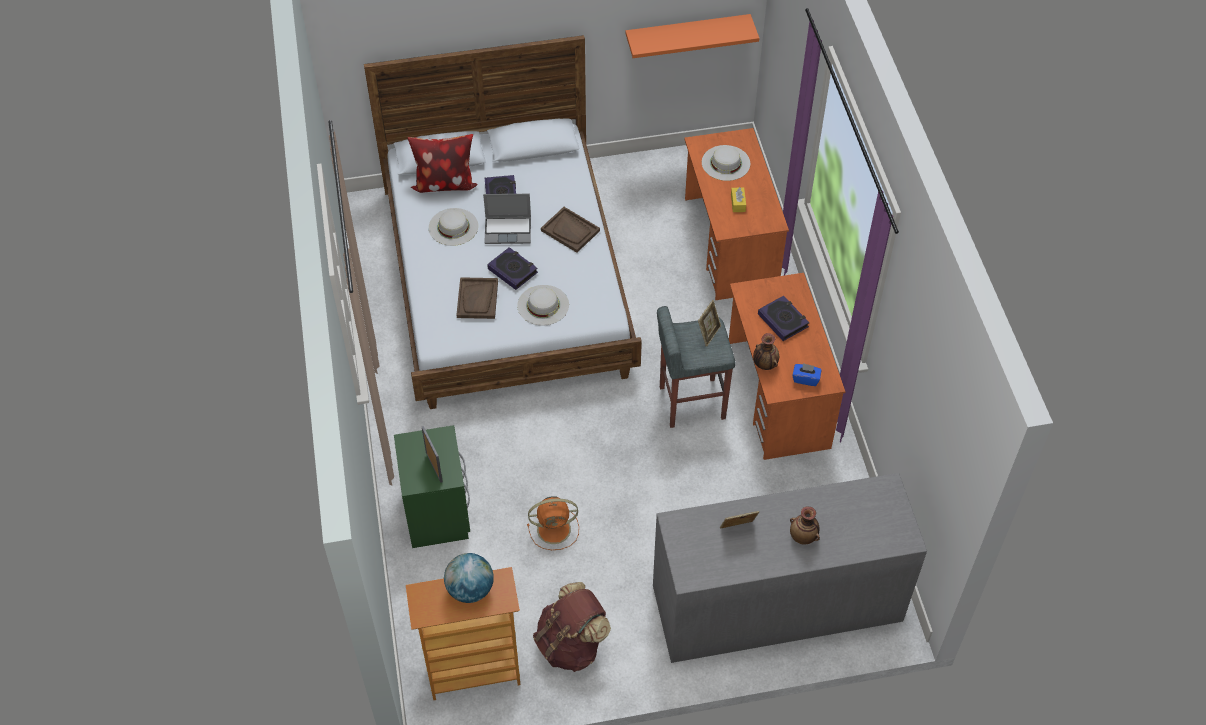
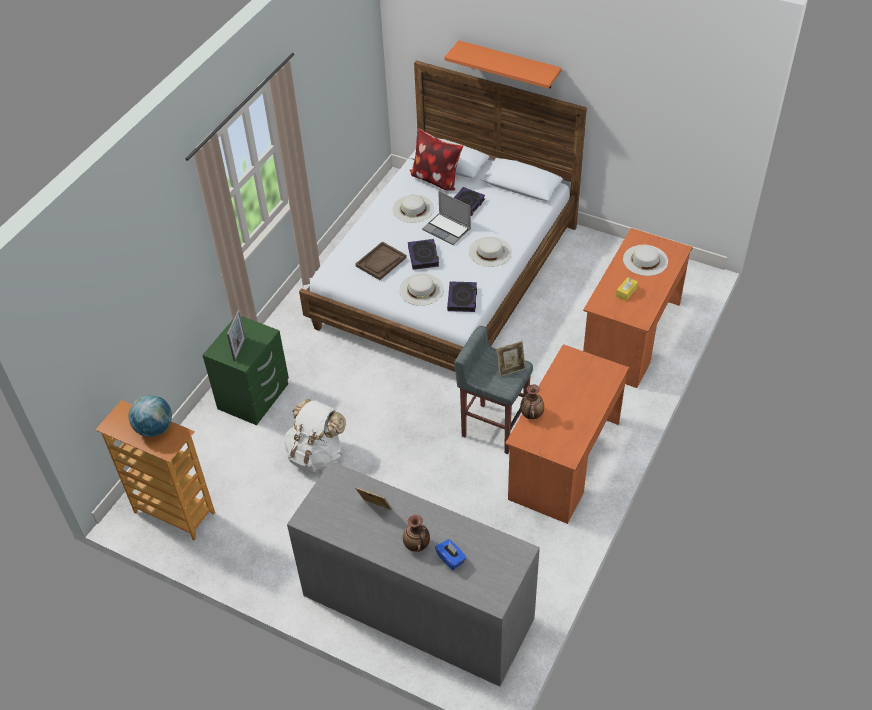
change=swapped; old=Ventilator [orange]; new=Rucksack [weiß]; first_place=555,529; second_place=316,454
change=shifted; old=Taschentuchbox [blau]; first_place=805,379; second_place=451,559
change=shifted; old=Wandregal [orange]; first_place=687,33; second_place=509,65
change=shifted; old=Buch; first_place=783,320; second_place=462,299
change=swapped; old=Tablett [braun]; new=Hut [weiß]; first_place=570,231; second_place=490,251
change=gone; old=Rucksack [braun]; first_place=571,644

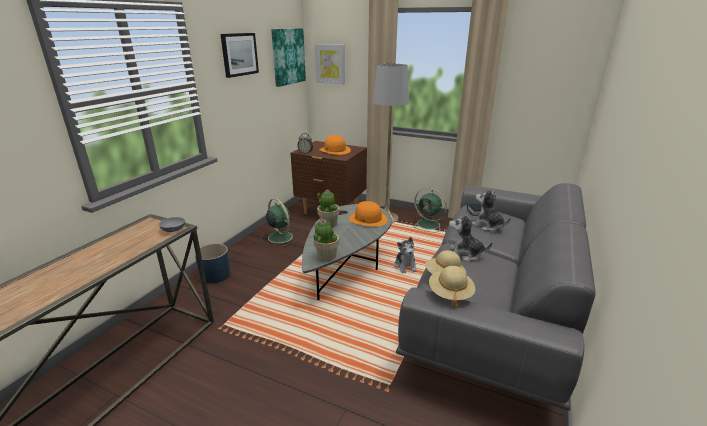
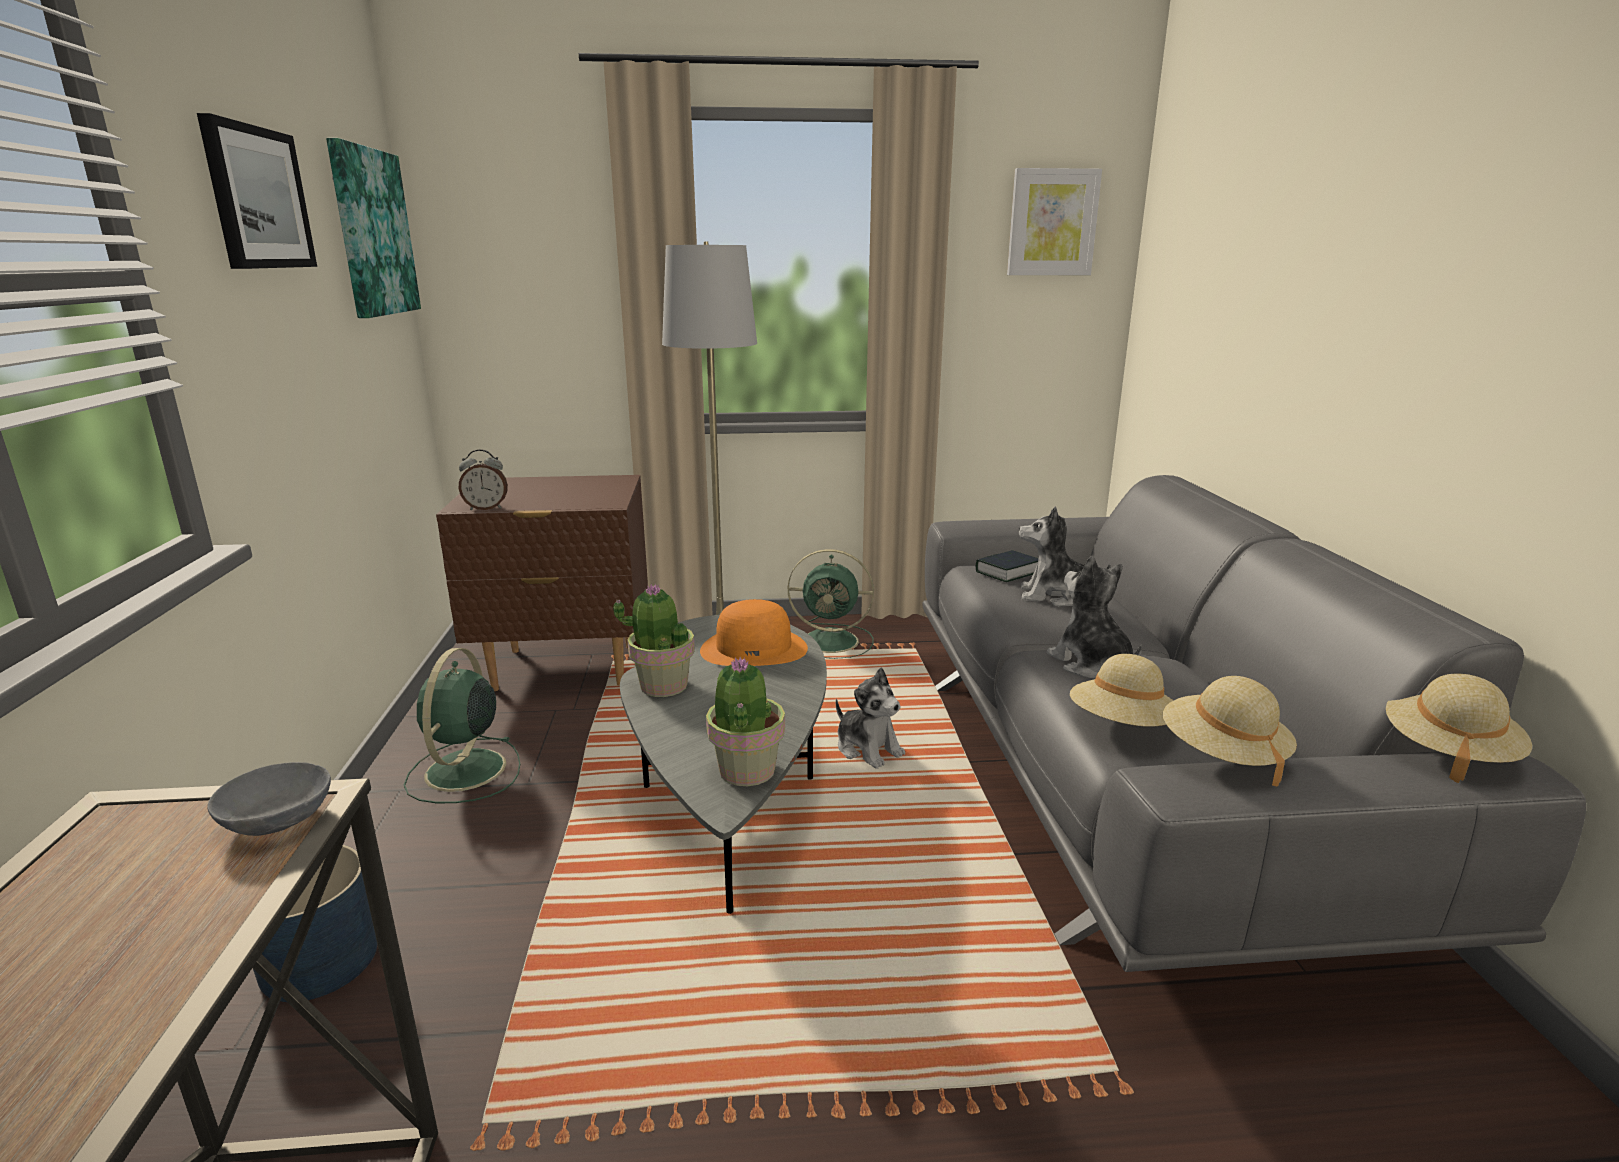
change=rotated; old=Ventilator [grün]; first_place=279,237; second_place=464,772; degrees=-105
change=shifted; old=Bild; first_place=330,64; second_place=1052,223
change=rotated; old=Plüschtier; first_place=465,254; second_place=1091,664; degrees=75
change=new; new=Hut [beige]; second_place=1447,752
change=gone; old=Hut [orange]; first_place=335,150

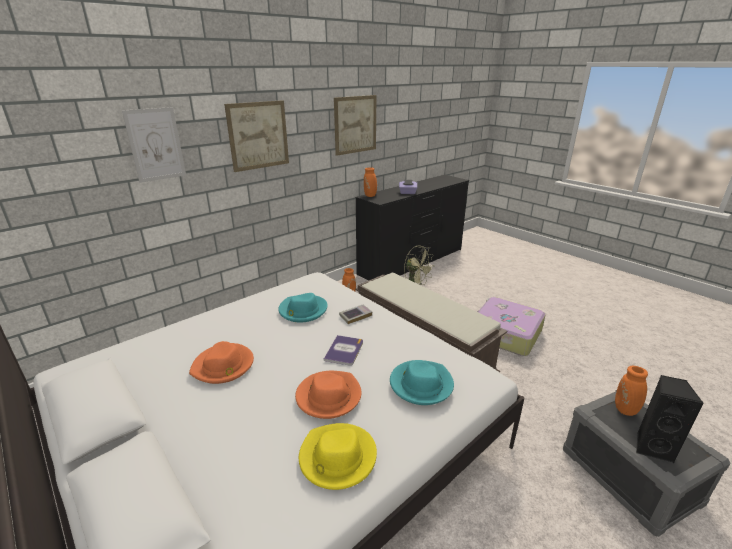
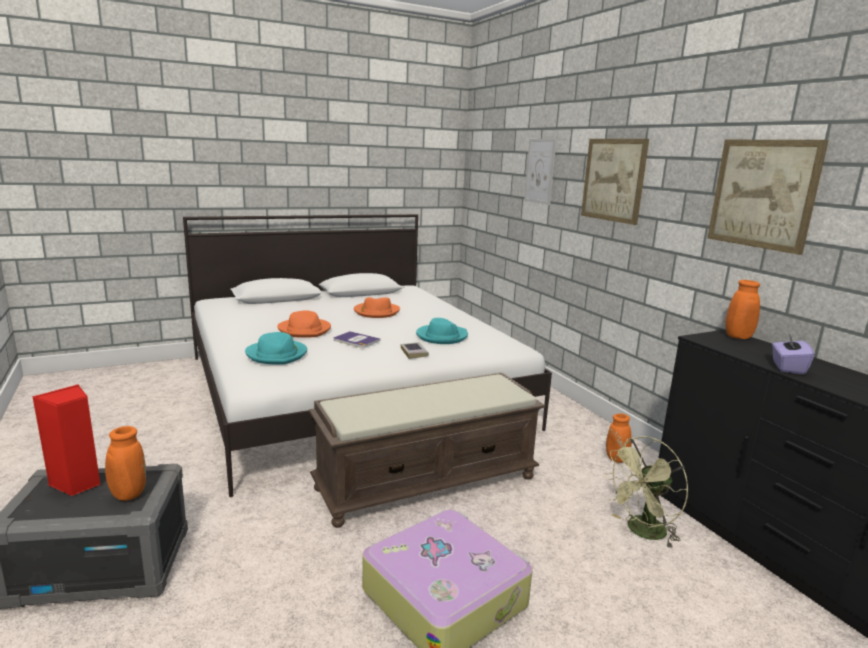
change=repainted; old=Lautsprecher [schwarz]; new=Lautsprecher [rot]; first_place=652,447; second_place=77,483
change=gone; old=Hut [gelb]; first_place=337,458

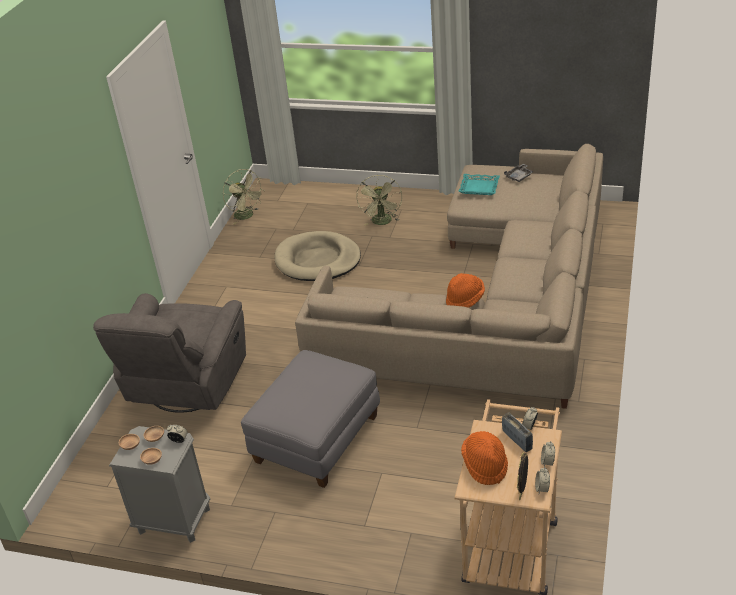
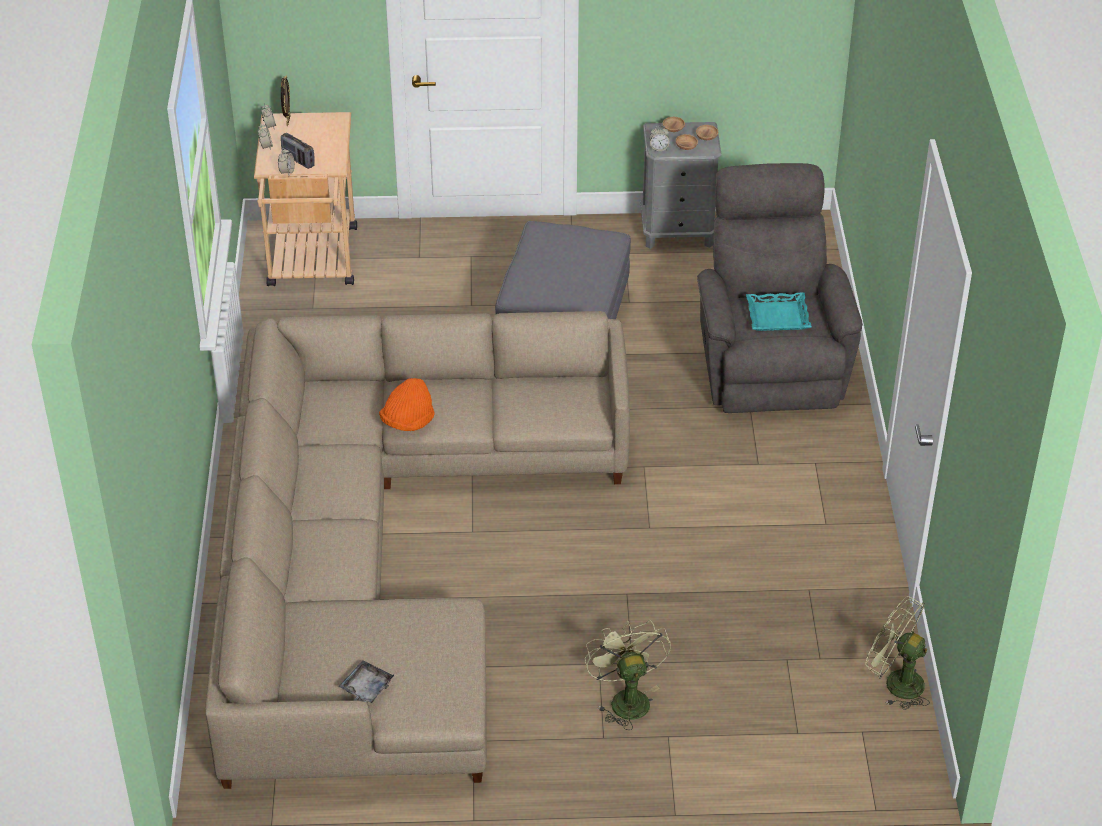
change=shifted; old=Tablett [türkis]; first_place=479,187; second_place=778,316
change=gone; old=Hundebett [beige]; first_place=317,260
change=gone; old=Hut [orange]; first_place=485,465

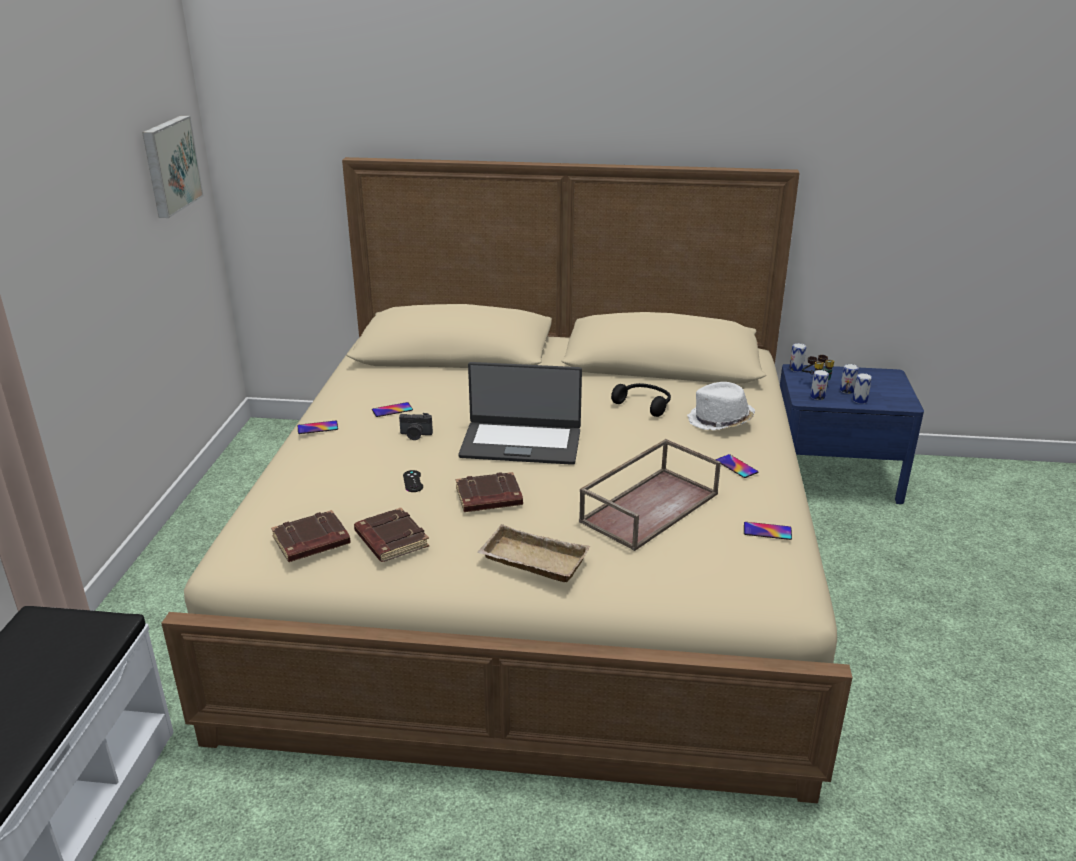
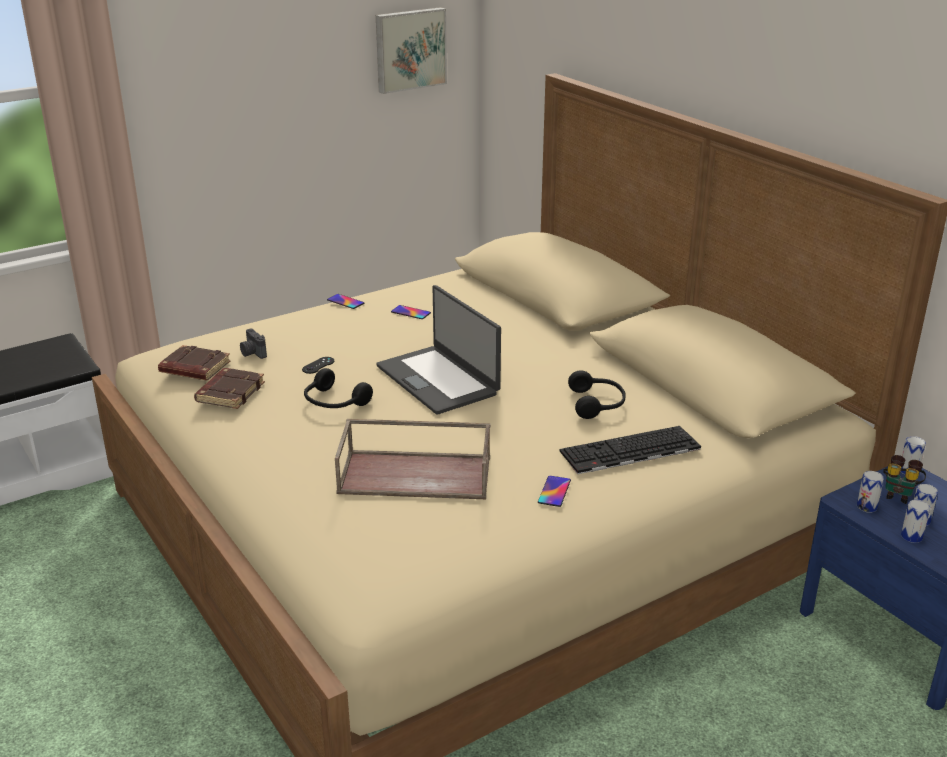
change=shifted; old=Kamera; first_place=415,435; second_place=252,353
change=swapped; old=Buch [braun]; new=Kopfhörer [schwarz]; first_place=488,498; second_place=334,402
change=swapped; old=Hut [weiß]; new=Tastatur; first_place=719,421; second_place=629,451
change=gone; old=Tablett [beige]; first_place=531,561
change=gone; old=Handy; first_place=767,531

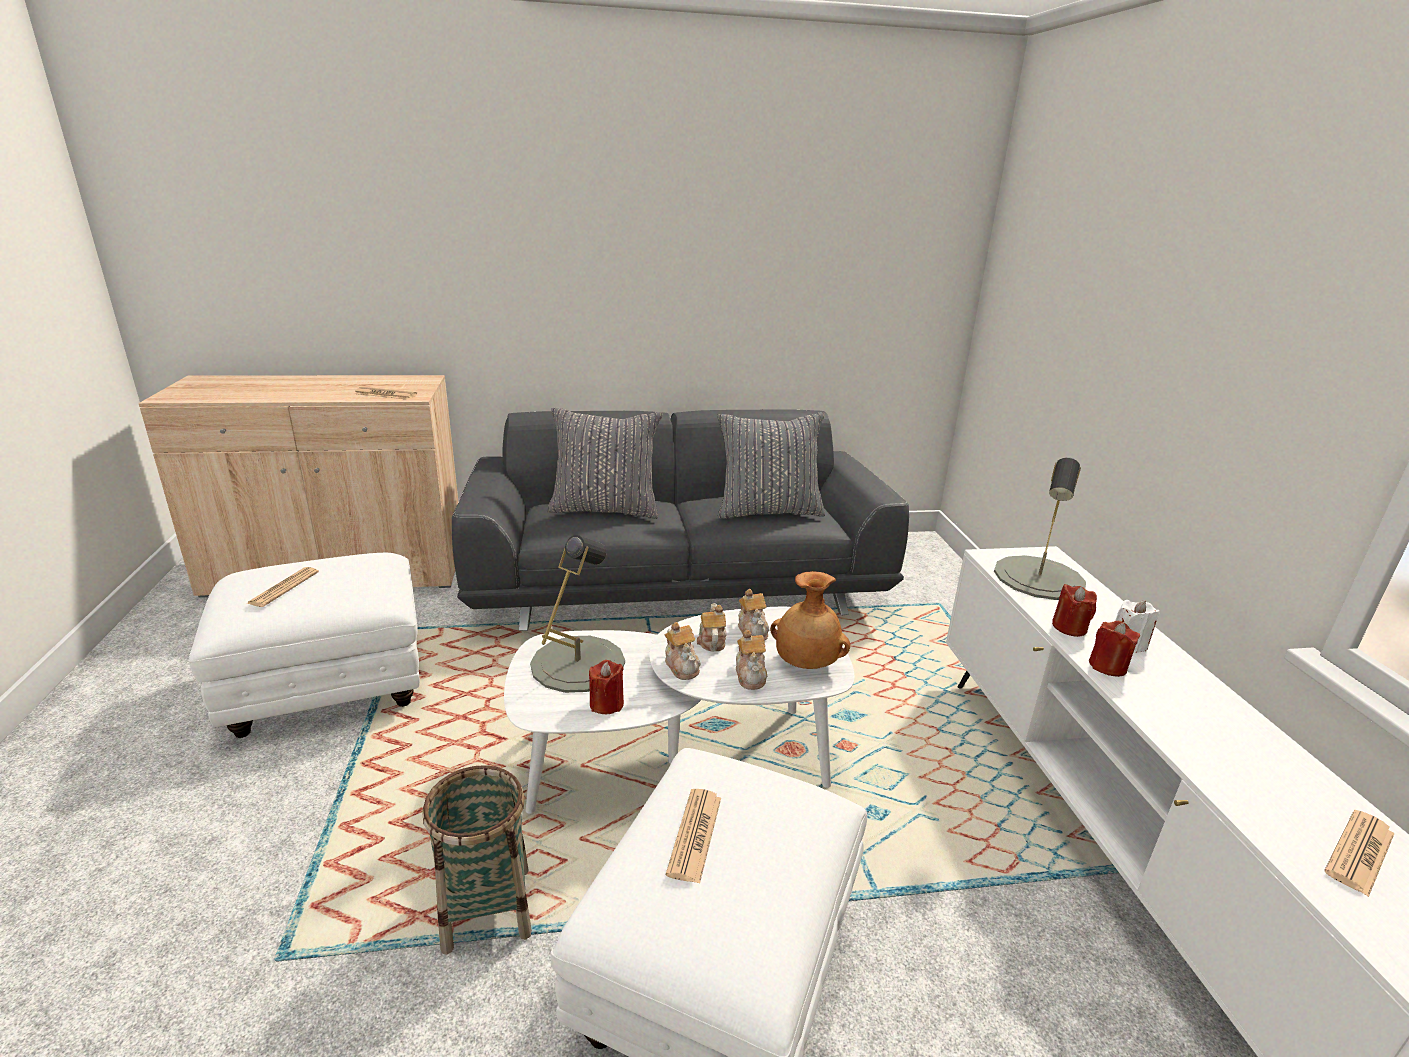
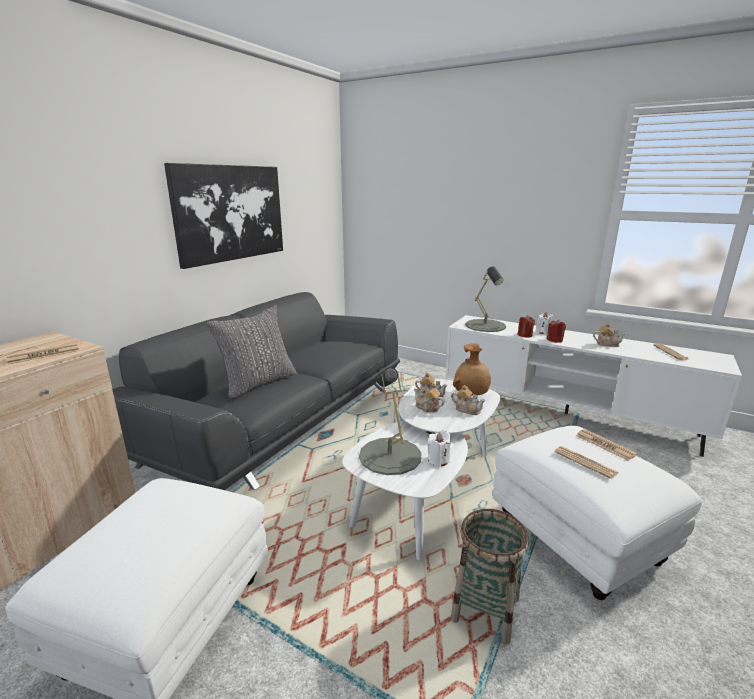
change=new; new=Bild; second_place=230,213
change=repainted; old=Kerze [rot]; new=Kerze [weiß]; first_place=606,704; second_place=438,460
change=shifted; old=Zeitung; first_place=283,588; second_place=605,445
change=shifted; old=Teekanne; first_place=682,666; second_place=607,344
change=gone; old=Kissen [grau]; first_place=768,510

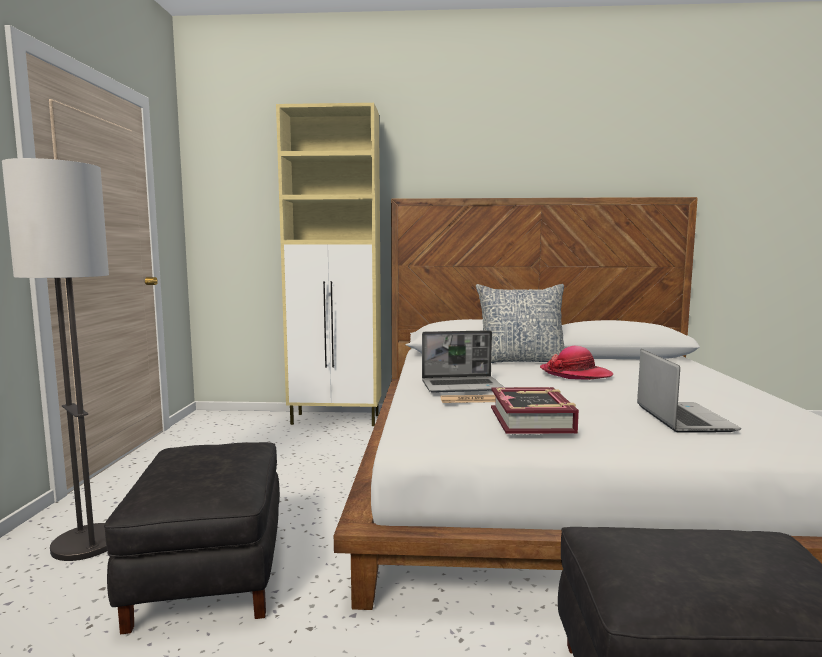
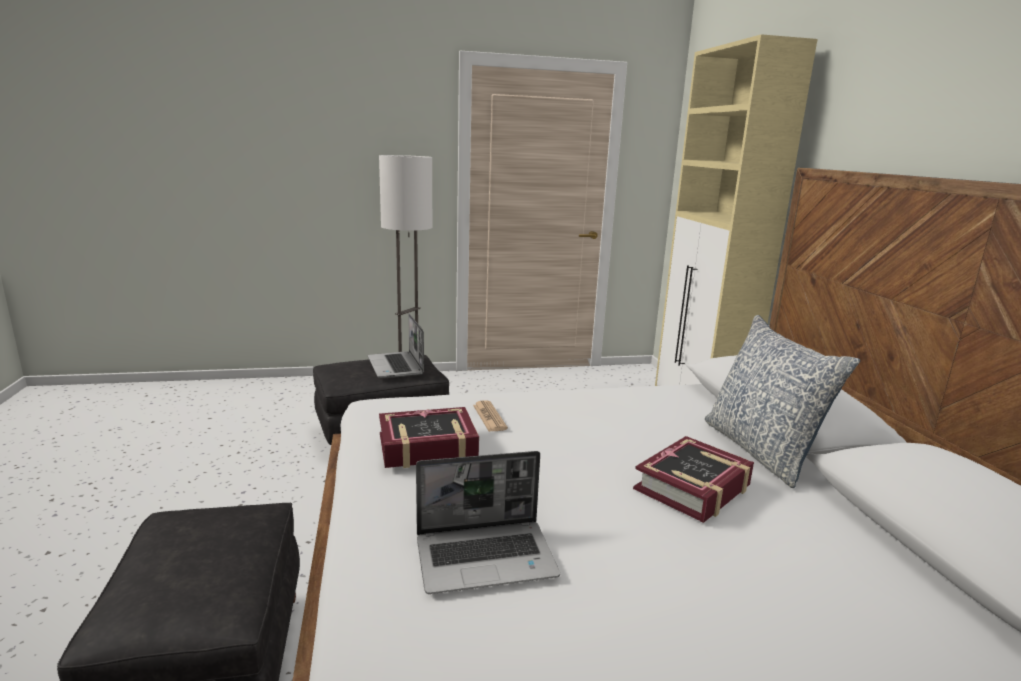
change=shifted; old=Laptop; first_place=462,386; second_place=396,366
change=swapped; old=Hut; new=Buch; first_place=575,374; second_place=693,488

